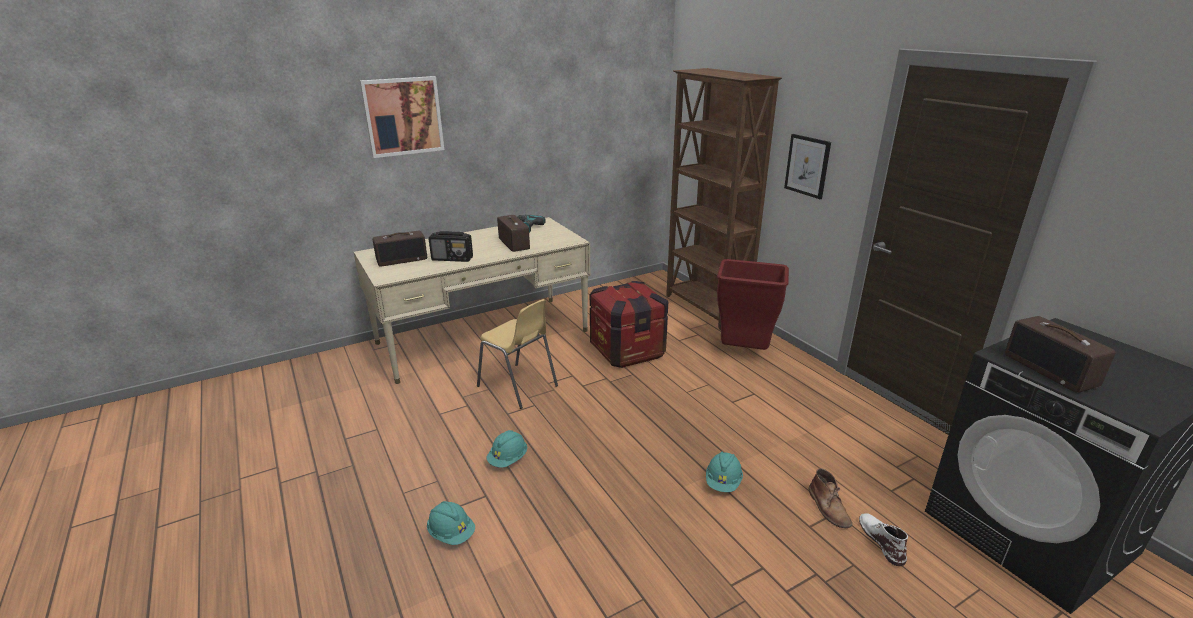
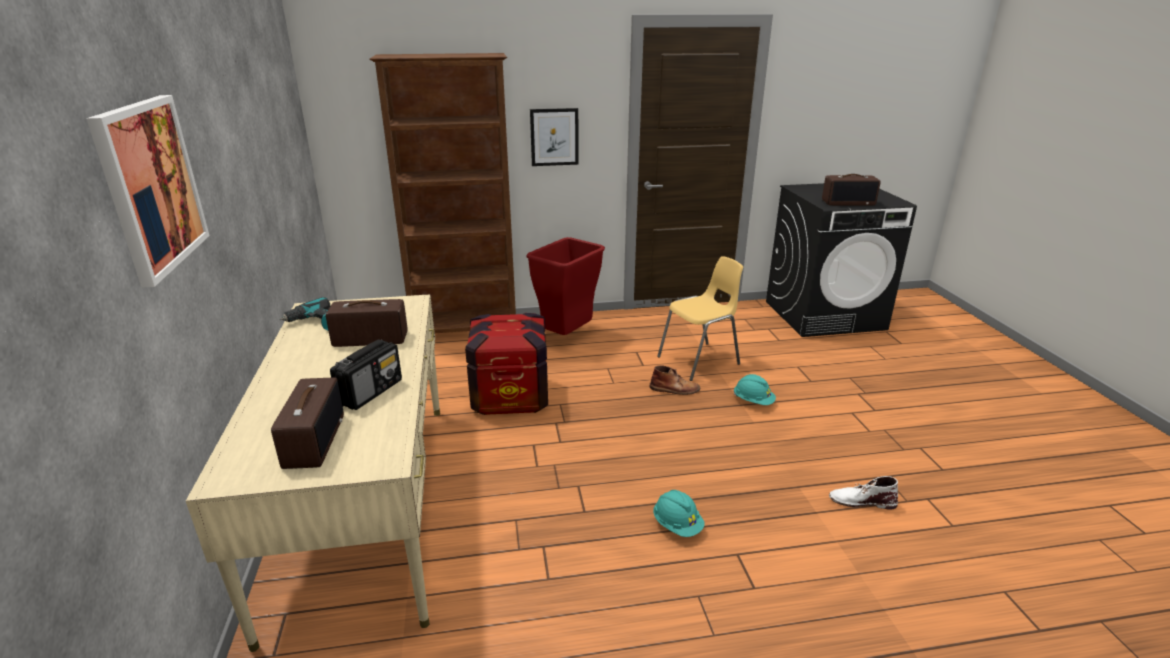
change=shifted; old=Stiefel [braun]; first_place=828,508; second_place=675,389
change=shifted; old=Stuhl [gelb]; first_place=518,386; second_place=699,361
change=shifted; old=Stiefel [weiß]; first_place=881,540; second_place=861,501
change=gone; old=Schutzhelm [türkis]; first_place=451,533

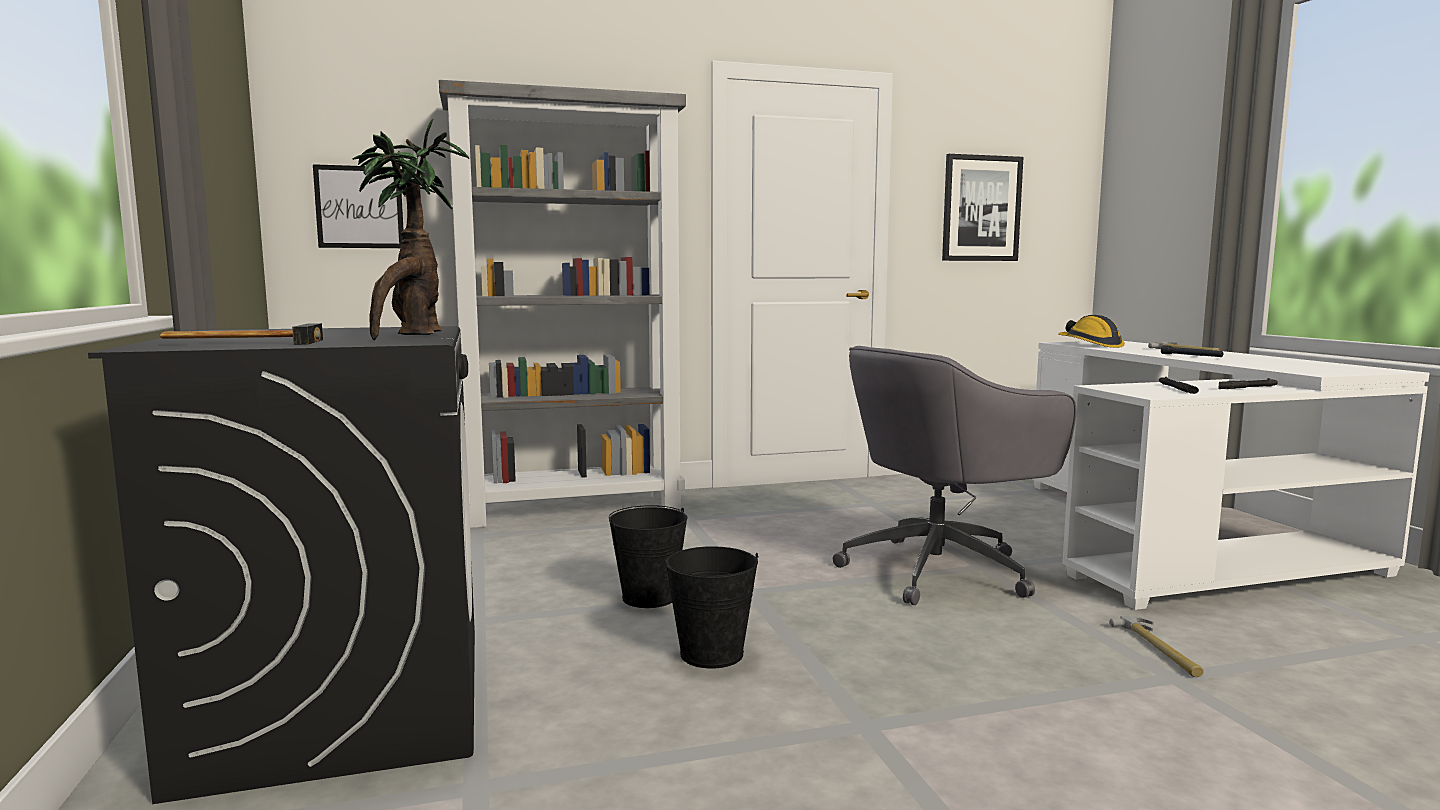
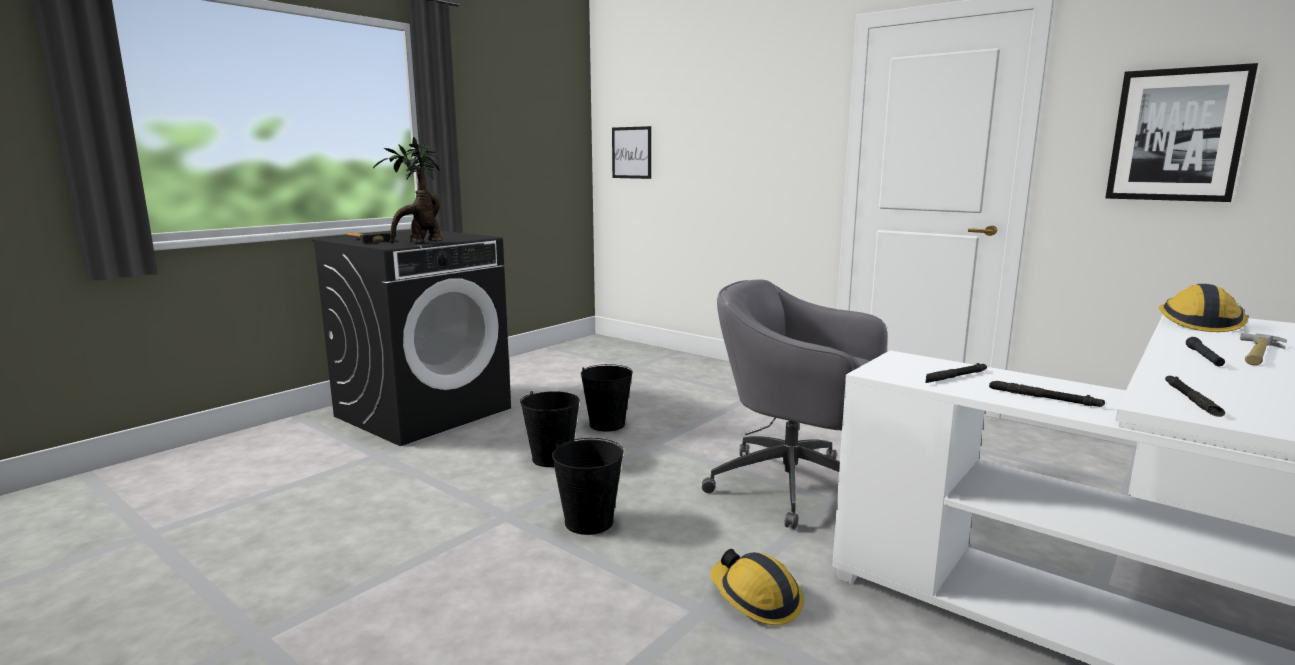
change=new; new=Eimer [schwarz]; second_place=589,522
change=swapped; old=Hammer; new=Schutzhelm; first_place=1158,649; second_place=755,598
change=new; new=Taschenlampe [schwarz]; second_place=1191,399
change=gone; old=Bücherregal [grau]; first_place=575,509

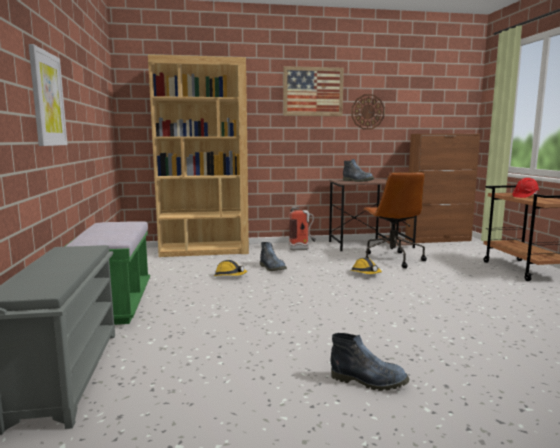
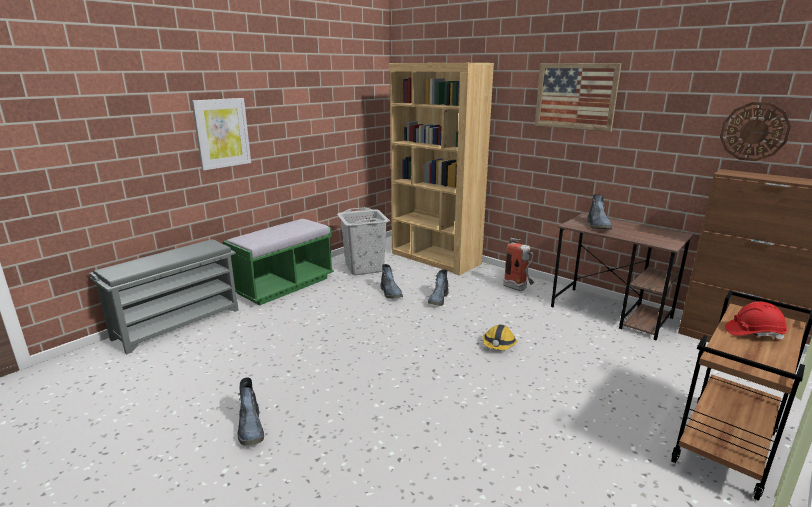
change=new; new=Wäschekorb [grau]; second_place=364,268
change=swapped; old=Schutzhelm; new=Stiefel; first_place=230,276; second_place=391,293
change=shifted; old=Wanduhr; first_place=367,112; second_place=754,131
change=gone; old=Bürostuhl [braun]; first_place=391,259

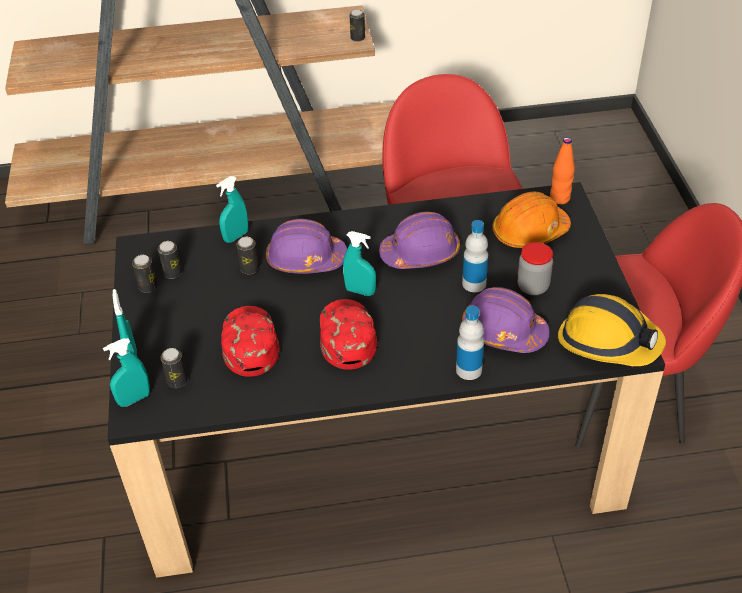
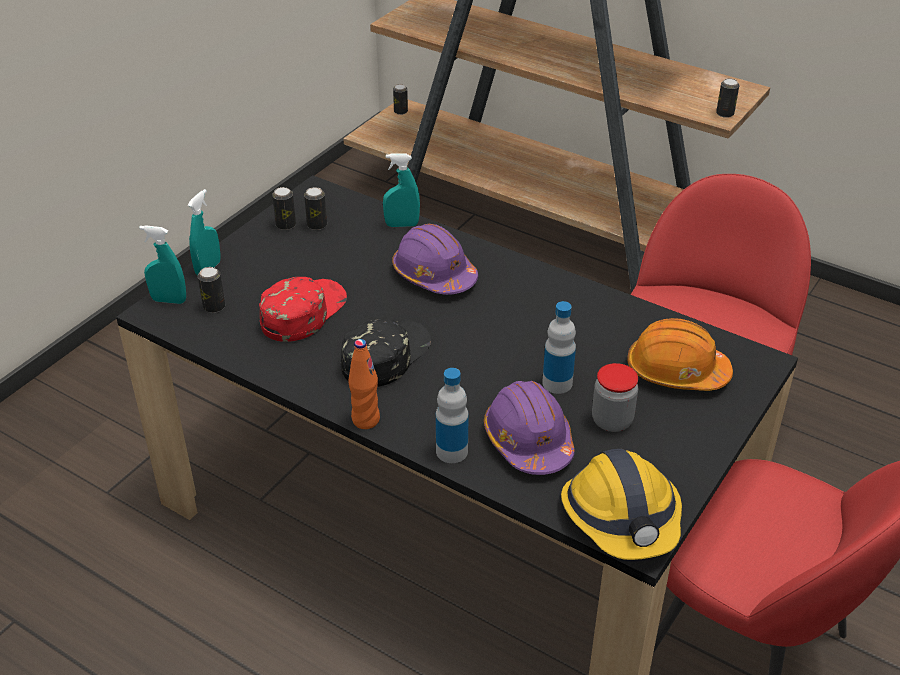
change=repainted; old=Kappe [rot]; new=Kappe [schwarz]; first_place=346,336; second_place=385,355
change=shifted; old=Flasche [orange]; first_place=559,198; second_place=365,420
change=shifted; old=Dose; first_place=250,269; second_place=400,111
change=gone; old=Sprühflasche [türkis]; first_place=360,291
change=gone; old=Schutzhelm [lila]; first_place=420,253

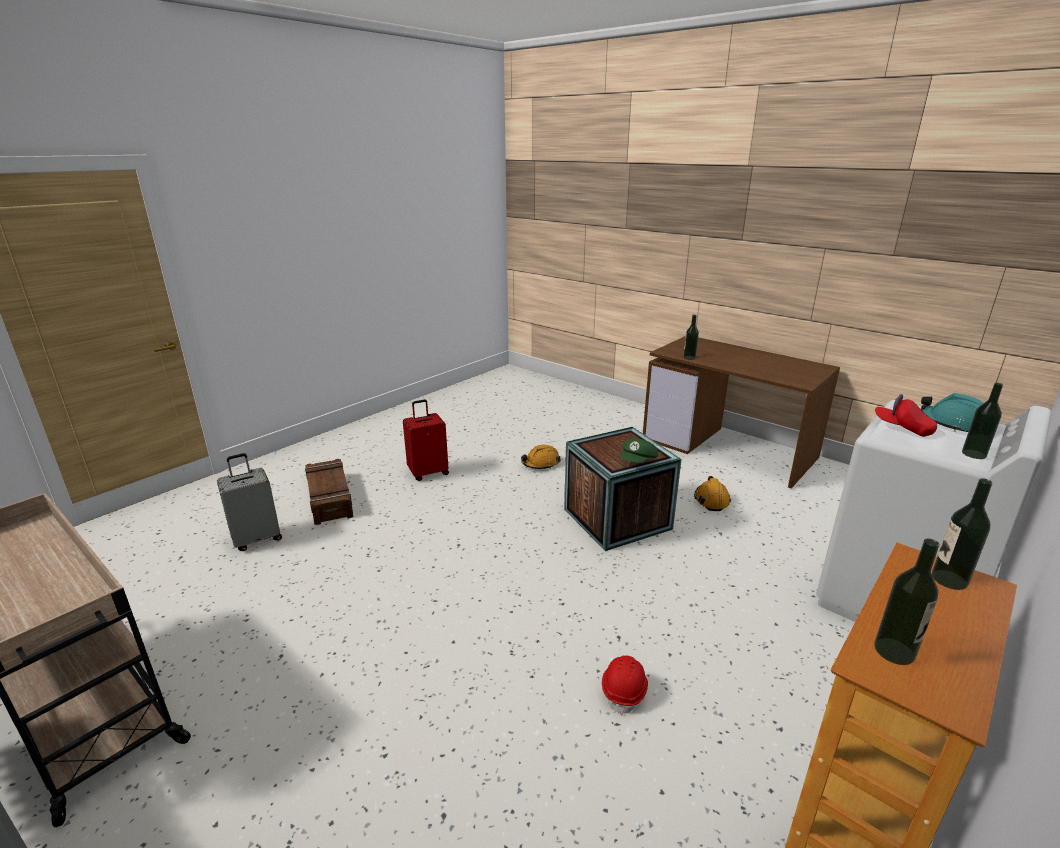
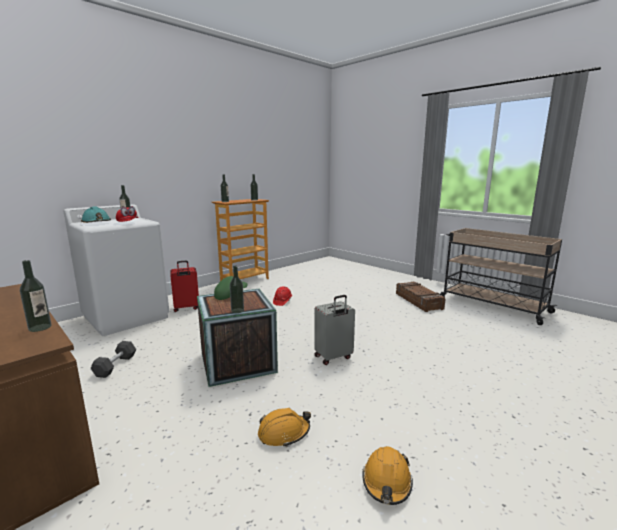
change=new; new=Hantel [schwarz]; second_place=115,366
change=shifted; old=Koffer [rot]; first_place=428,472; second_place=186,308
change=new; new=Flasche; second_place=237,310
change=shifted; old=Koffer [grau]; first_place=257,538; second_place=333,357
change=shifted; old=Schutzhelm [orange]; first_place=711,500; second_place=387,482
change=shifted; old=Kiste; first_place=329,498; second_place=419,301

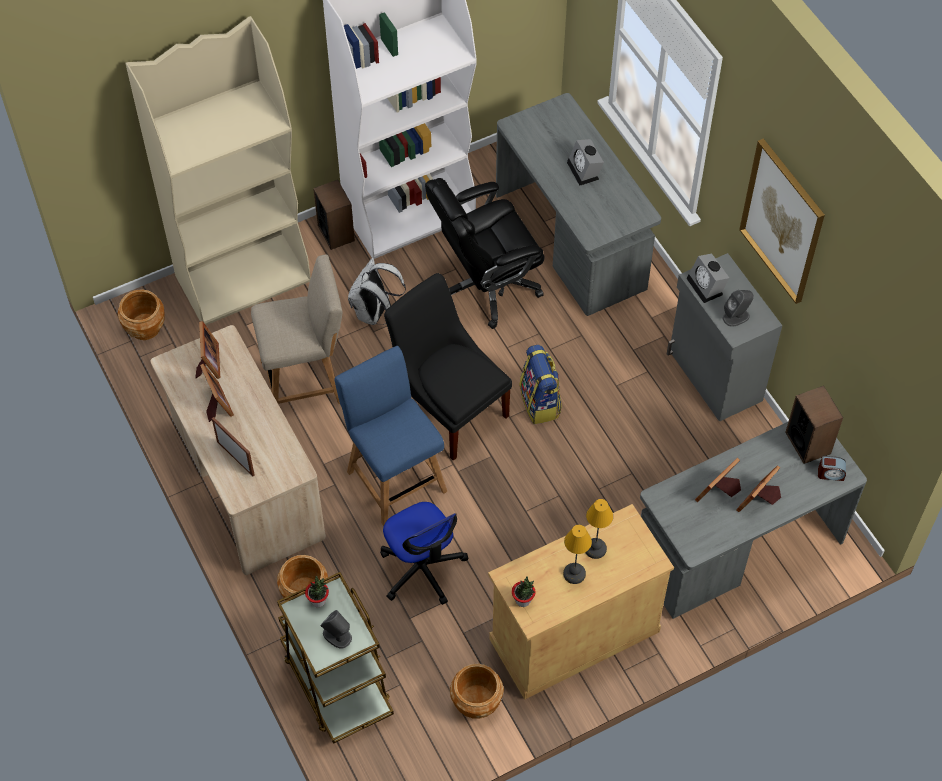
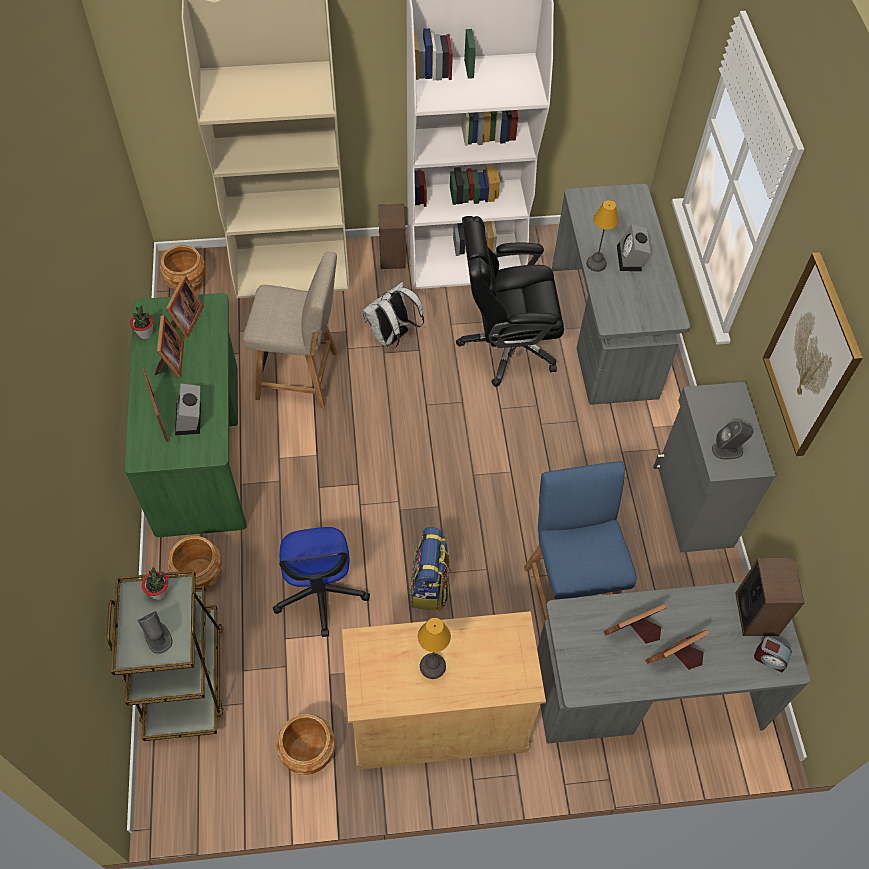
change=repainted; old=Schreibtisch [beige]; new=Schreibtisch [grün]; first_place=245,481; second_place=200,448
change=shifted; old=Topfpflanze; first_place=523,600; second_place=145,333
change=shifted; old=Wecker; first_place=707,286; second_place=190,419
change=shifted; old=Rucksack; first_place=540,403; second_place=430,586
change=shifted; old=Stuhl [blau]; first_place=394,477; second_place=569,590
change=shifted; old=Tischlampe; first_place=595,549; second_place=595,264
change=gone; old=Stuhl [schwarz]; first_place=448,407

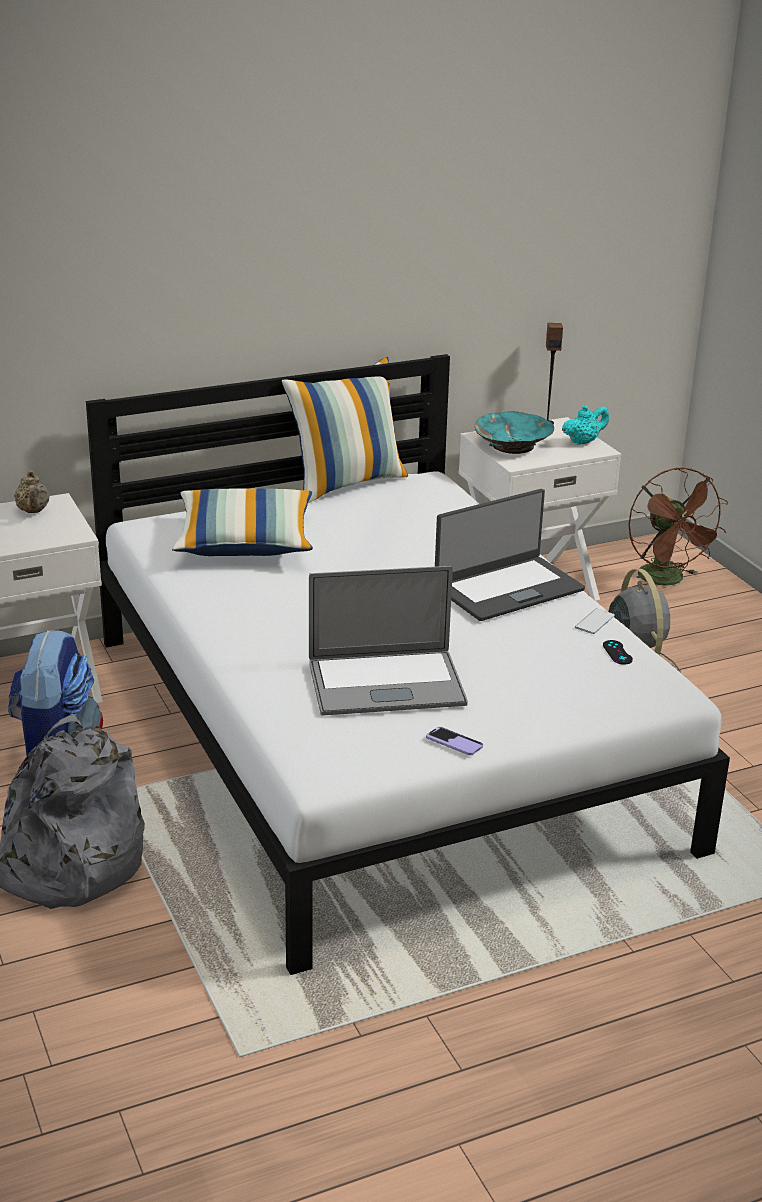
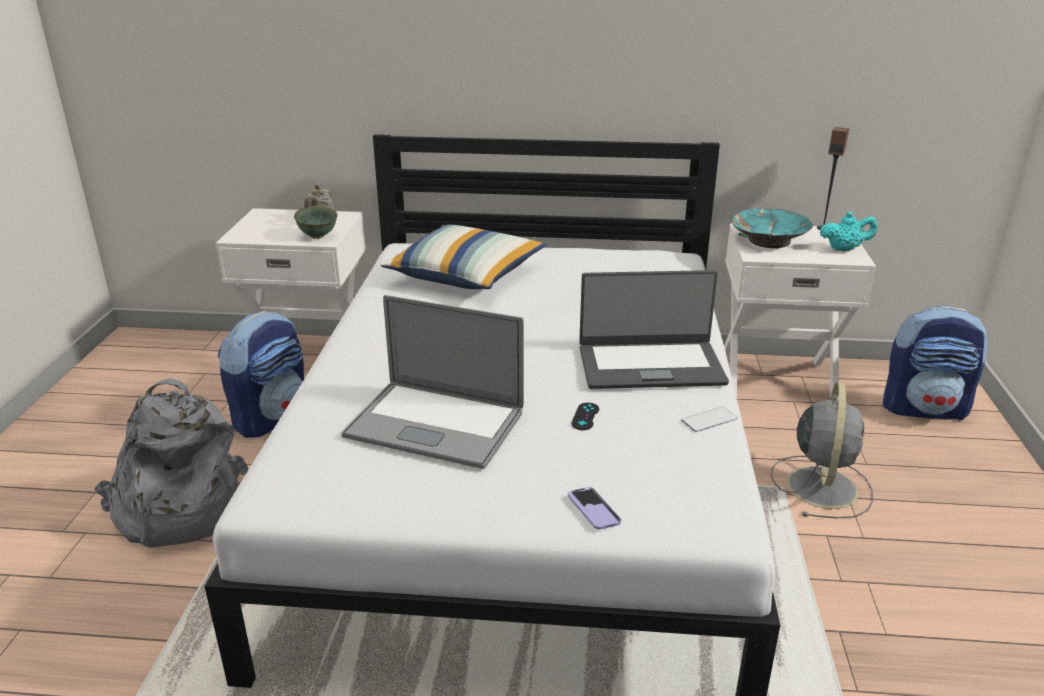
change=new; new=Schüssel [grün]; second_place=318,236
change=shifted; old=Handy; first_place=454,743; second_place=593,509
change=shifted; old=Gamepad [schwarz]; first_place=617,652; second_place=585,416
change=swapped; old=Ventilator [braun]; new=Rucksack; first_place=667,580; second_place=924,408
change=gone; old=Kissen; first_place=346,483

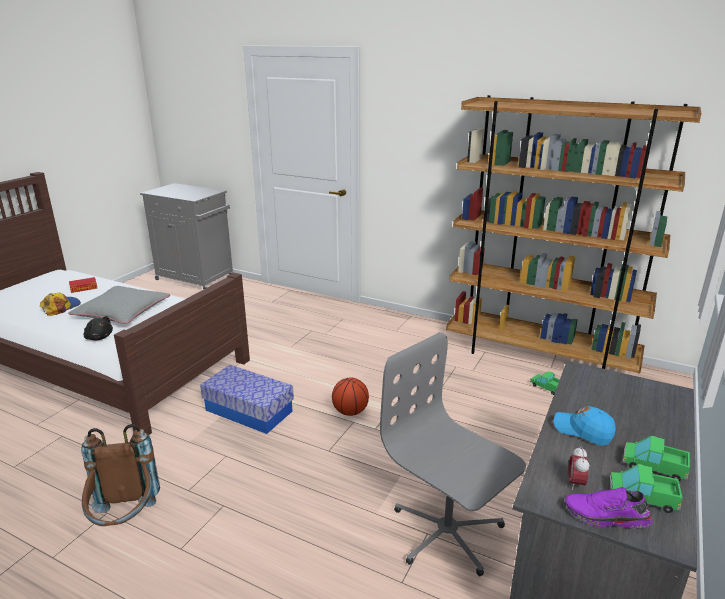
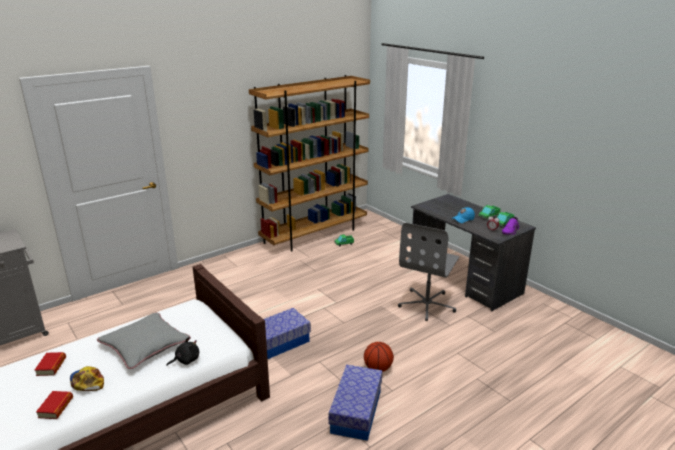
change=new; new=Buch; second_place=56,407
change=swapped; old=Rucksack [braun]; new=Aufbewahrungsbox; first_place=126,522; second_place=356,411
change=shifted; old=Basketball; first_place=350,412; second_place=378,369
change=rotated; old=Bürostuhl [grau]; first_place=447,532; second_place=427,304; degrees=-45

